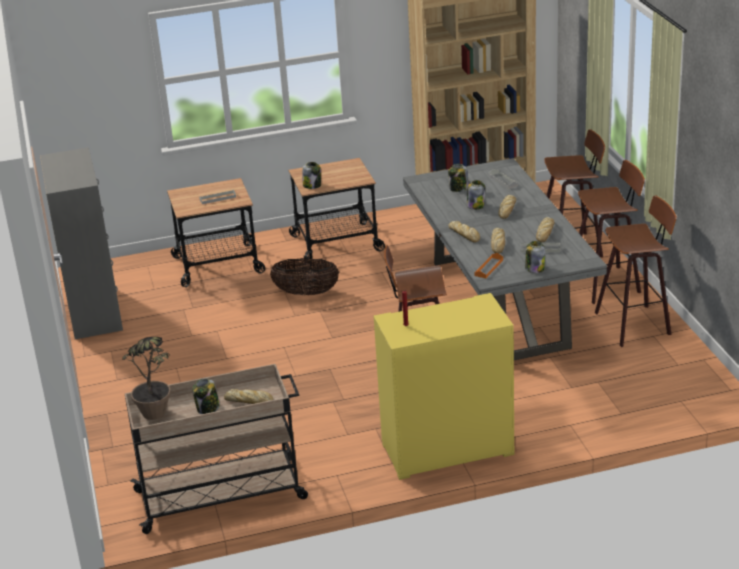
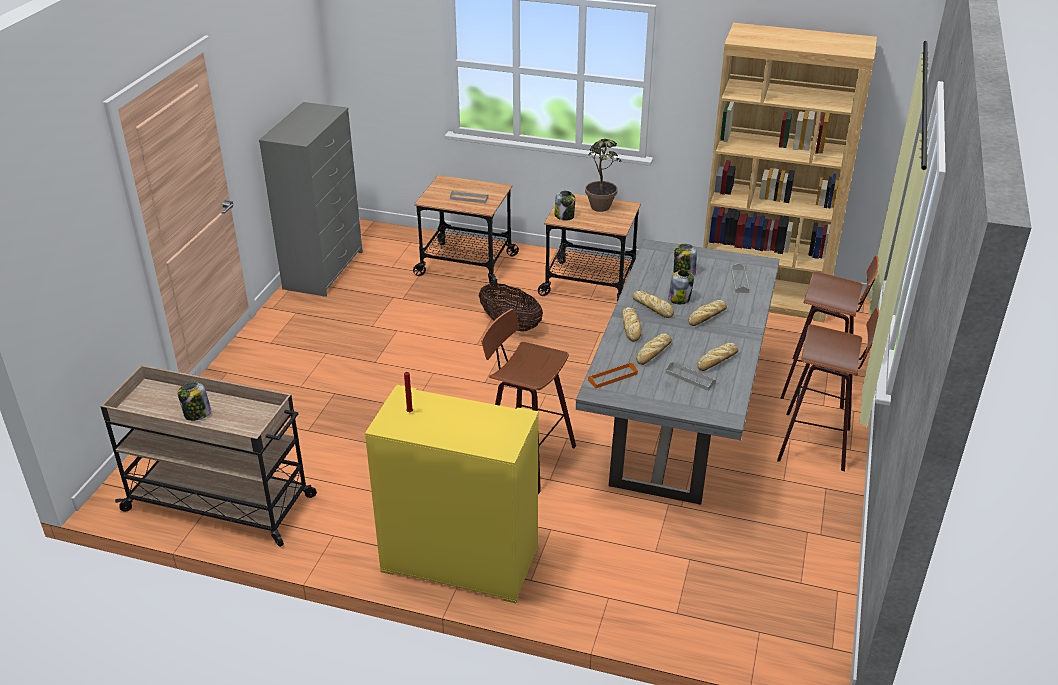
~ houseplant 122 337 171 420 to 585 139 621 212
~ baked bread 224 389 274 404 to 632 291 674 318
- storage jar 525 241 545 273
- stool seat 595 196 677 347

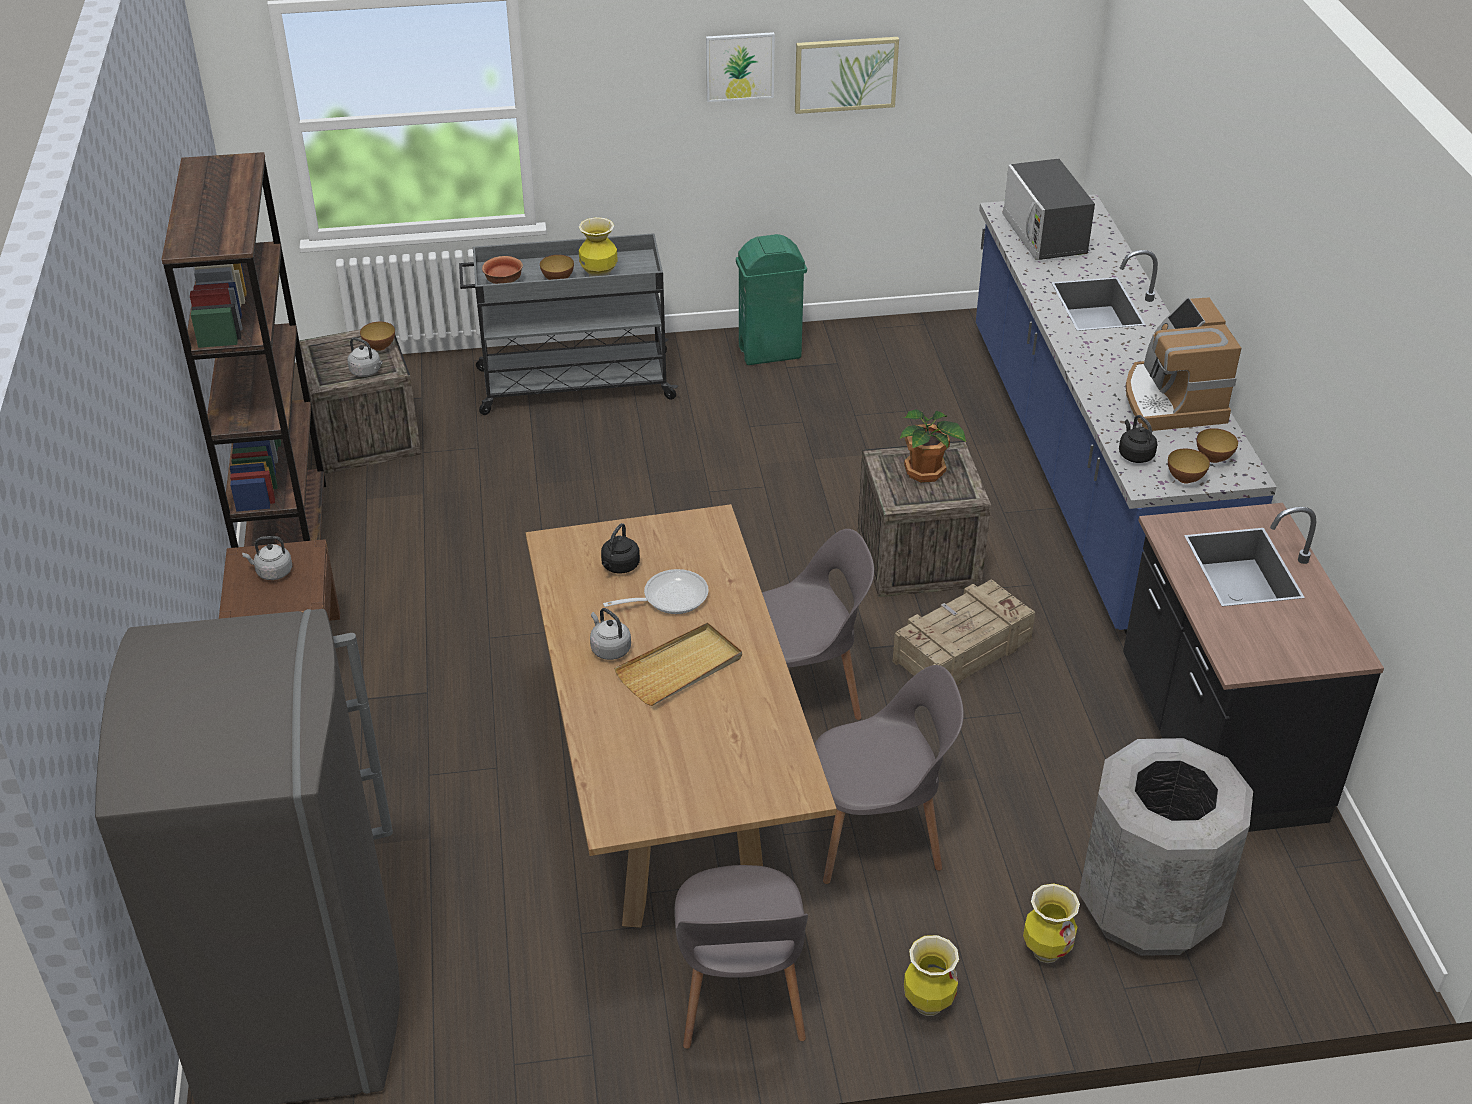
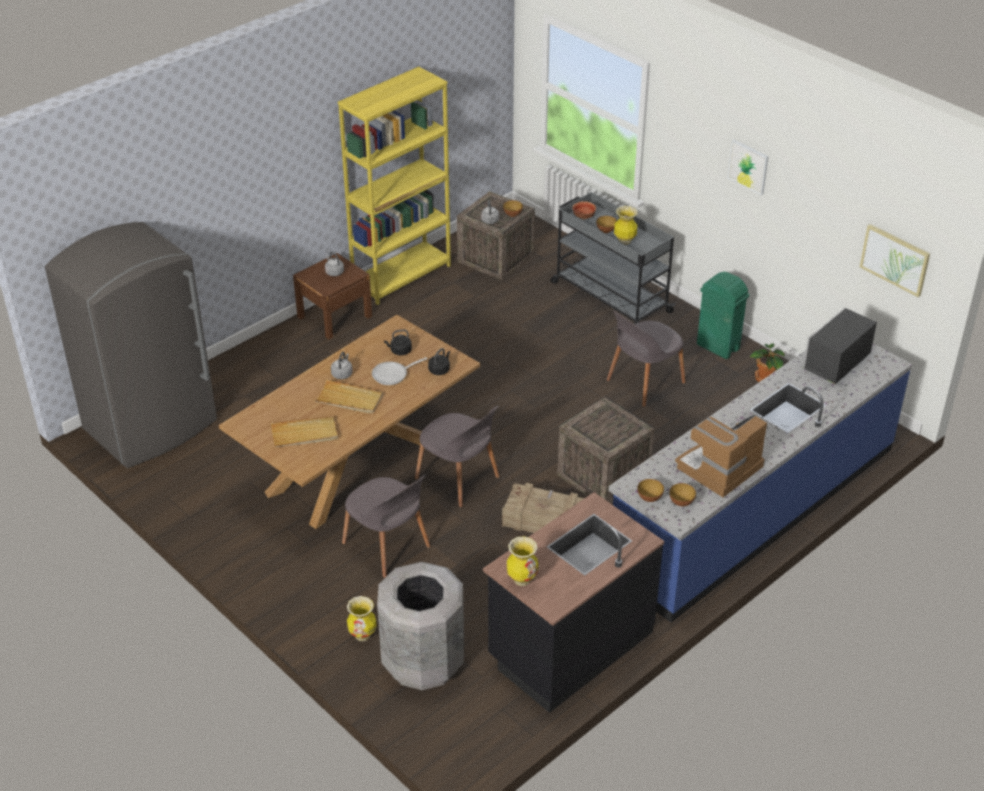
+ tray/sand-coloured 271 416 338 447
~ bookcase/brown-coloured 161 152 326 548 to bookcase/yellow 338 67 451 305
~ skillet 603 569 709 614 = 372 357 427 385 120 degrees clockwise
~ tea kettle/blackish 1119 415 1157 463 to 428 348 450 375
~ vase 904 935 959 1016 to 507 536 538 586
~ plain chair/grey 674 865 808 1049 to 607 310 686 407
~ houseplant 900 409 966 483 to 750 343 785 382
~ wall art 795 37 899 114 to 860 224 930 297

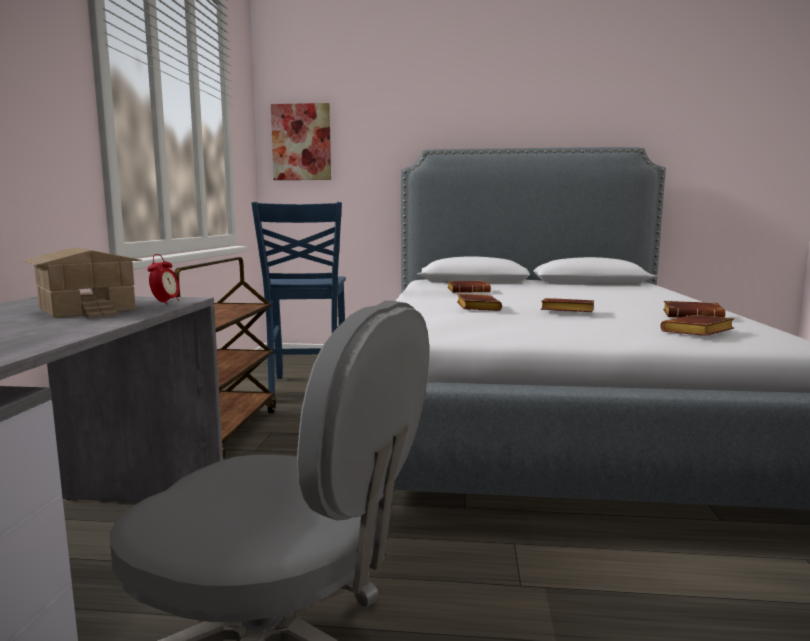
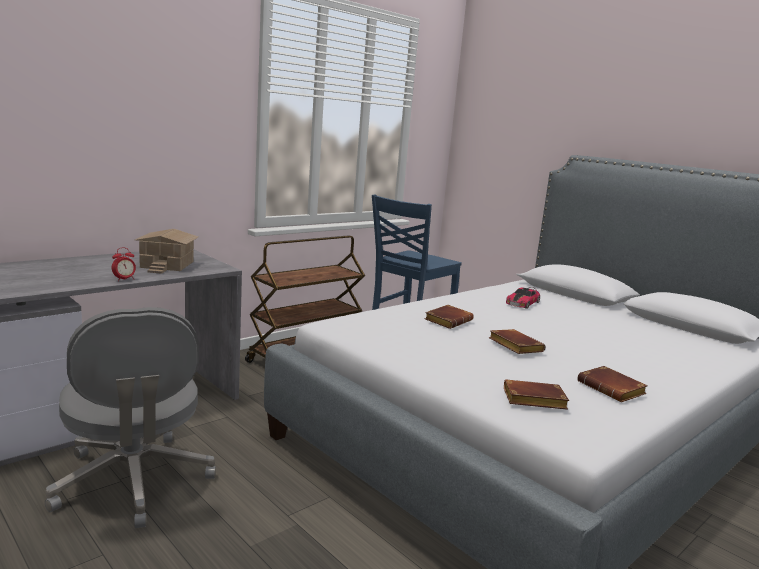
~ alarm clock 148 254 179 304 to 112 248 136 281
~ volume/brown-coloured 447 281 491 293 to miniature car 506 287 540 309
- wall art 271 103 331 180

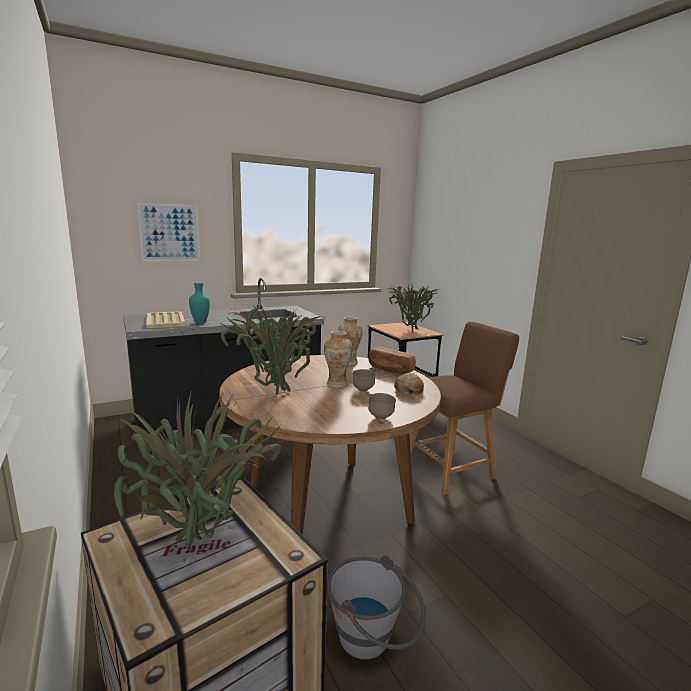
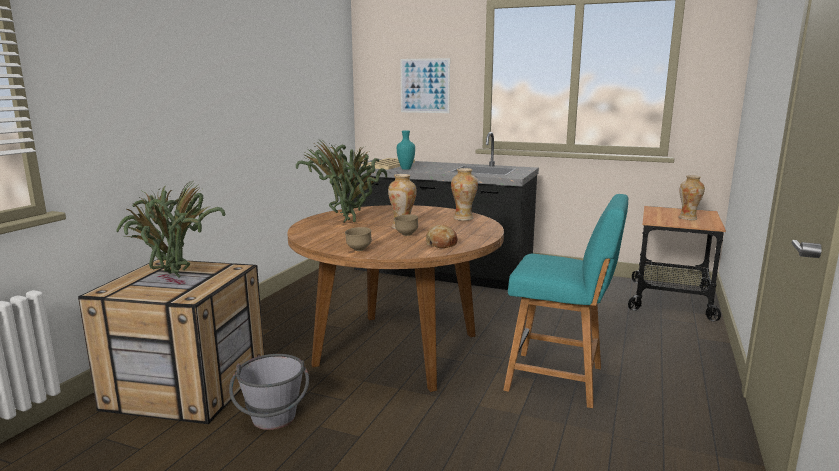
~ plain chair/brown-coloured 410 322 519 495 to plain chair/turquoise-coloured 503 194 628 408
~ houseplant 387 284 440 331 to vase 679 175 705 220
- baked bread 368 347 416 374

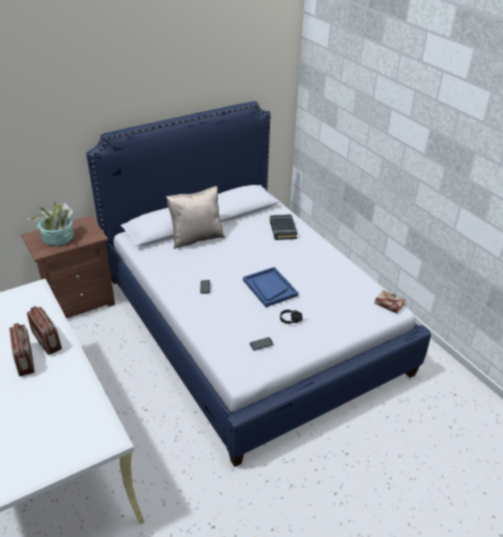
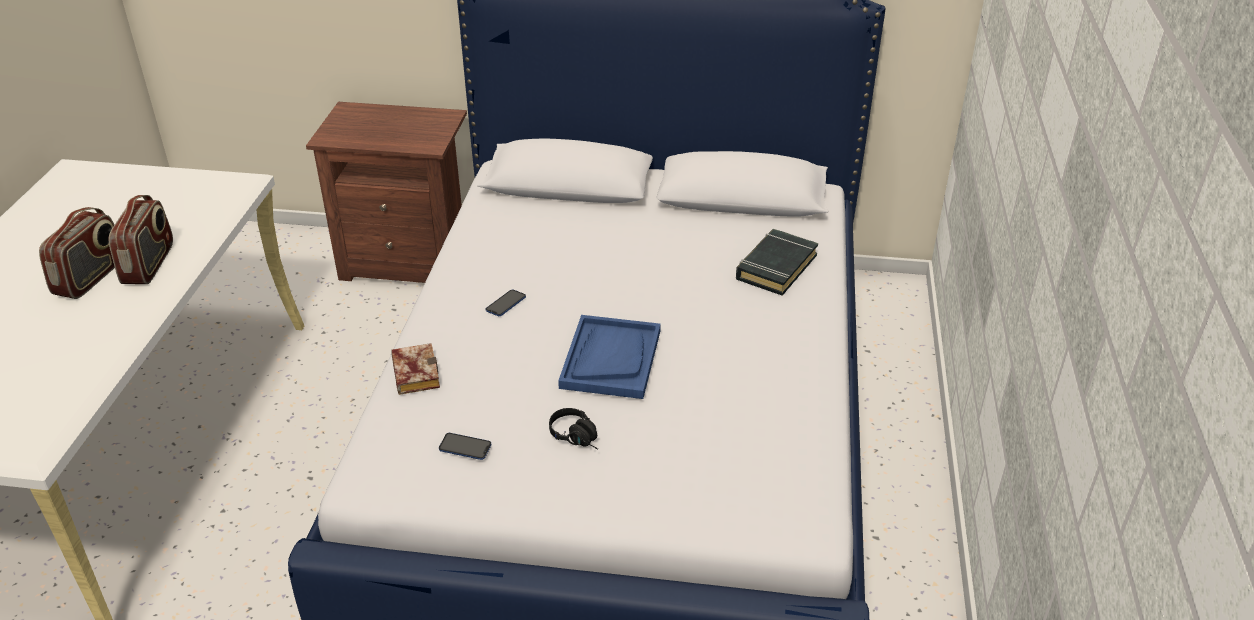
~ volume 374 290 405 313 to 391 343 440 395
- houseplant 27 201 74 246
- pillow/sand-coloured 166 186 225 249

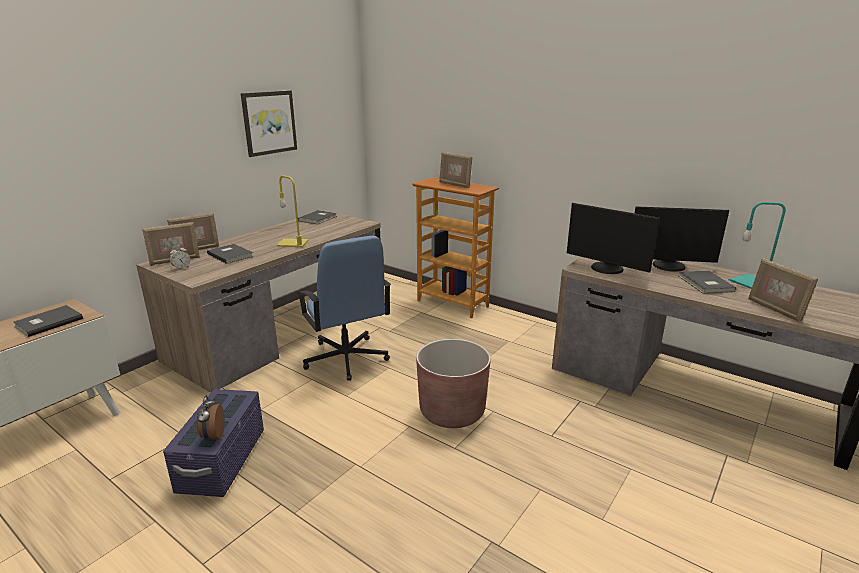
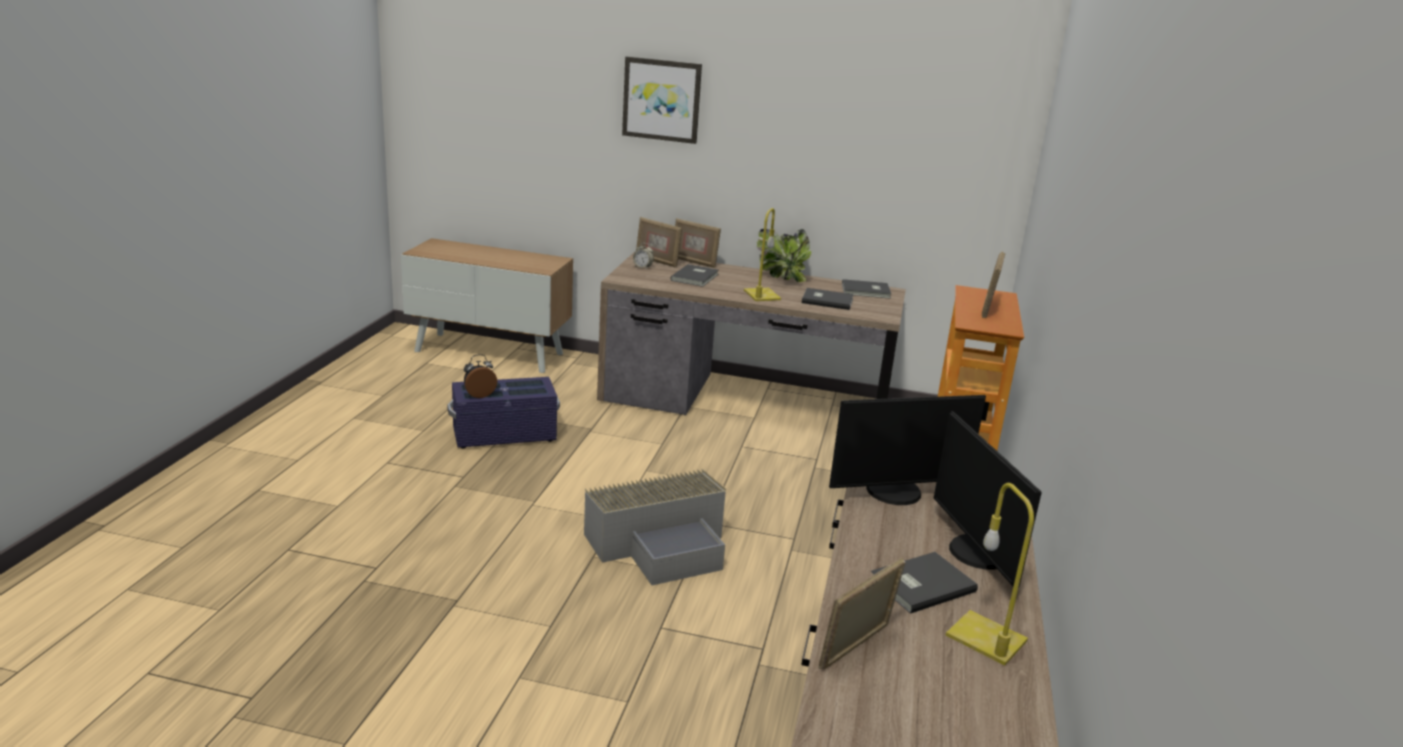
~ planter/brown-coloured 416 339 491 428 to storage bin/grey 584 469 726 585
~ wall art 241 90 297 157 to 622 57 702 144
+ houseplant 757 228 812 282
~ volume/grey 13 305 83 337 to 802 288 854 310
~ computer display 567 203 660 274 = 829 395 986 505 120 degrees counterclockwise
~ lamp for a table/turquoise-coloured 729 202 786 289 to lamp for a table/yellow 945 483 1034 665
- desk chair/blue-coloured 297 236 391 381

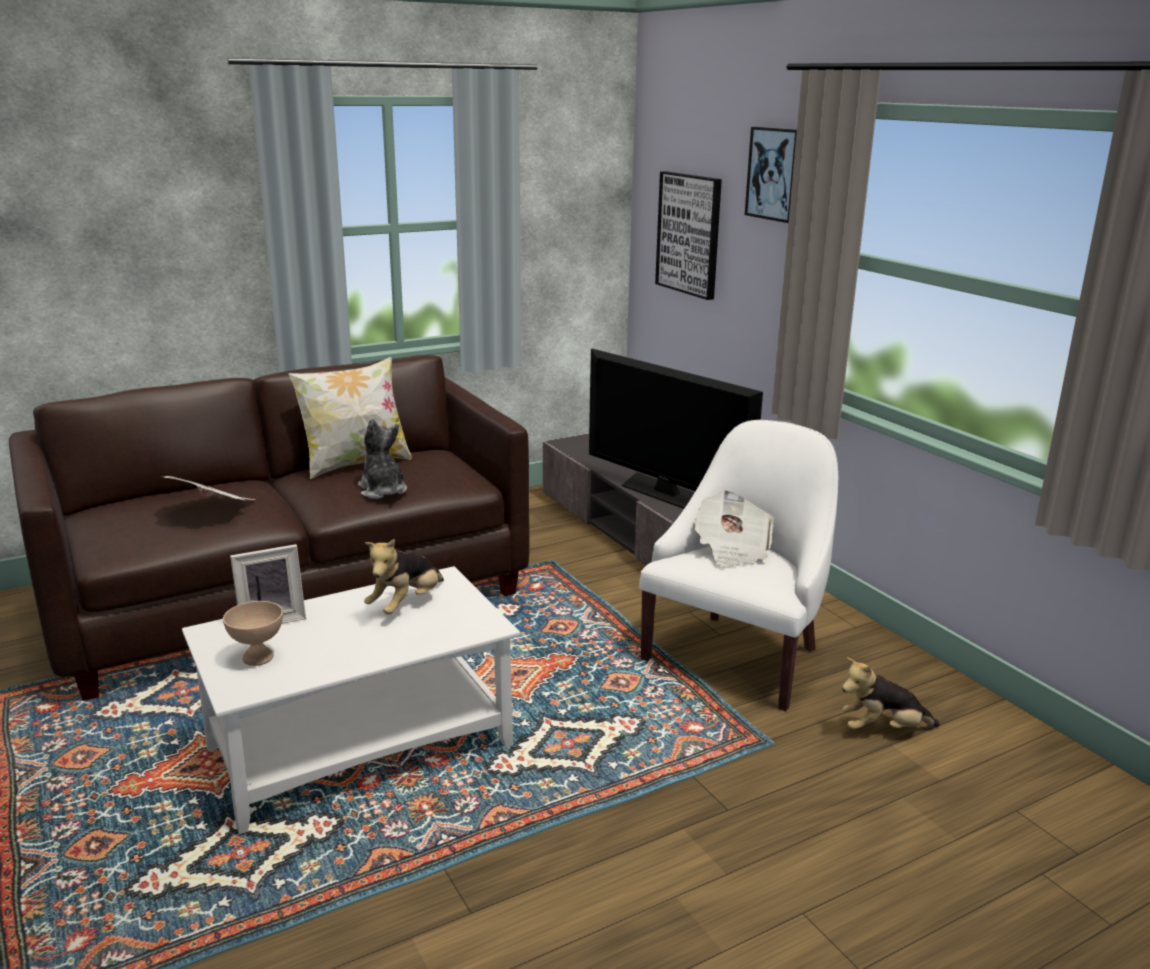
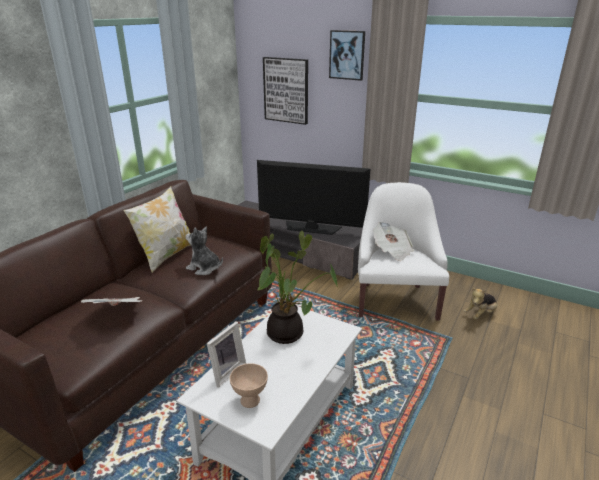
~ soft toy 364 539 444 614 to houseplant 257 231 338 344

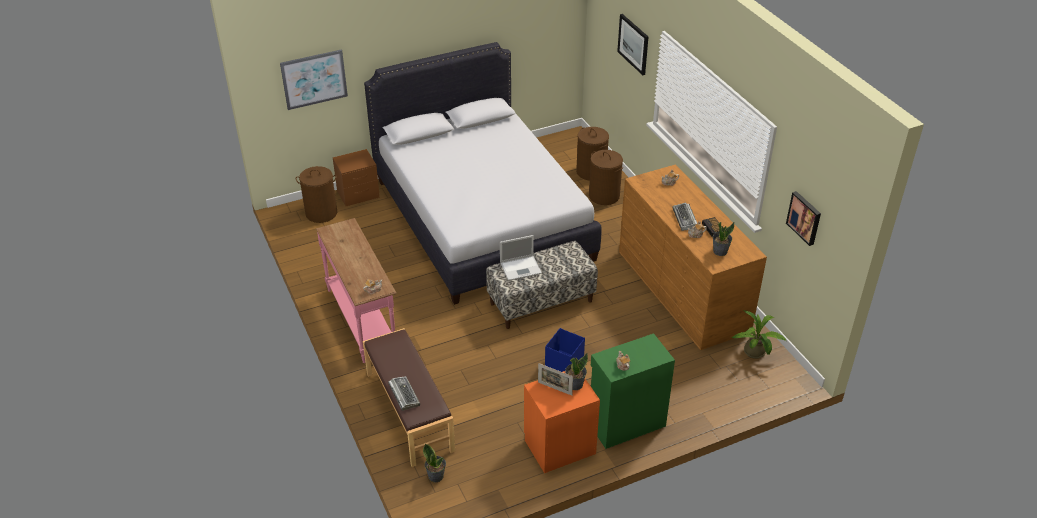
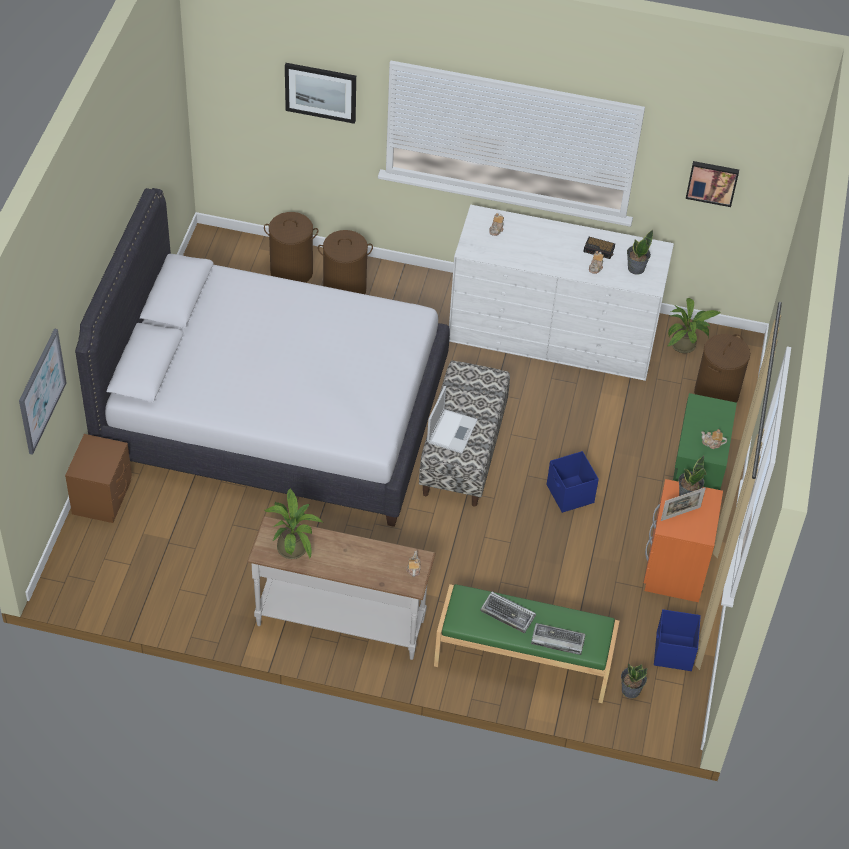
~ narrow table/pink 316 218 397 363 to narrow table/white-coloured 247 516 436 660
+ houseplant 264 488 323 559
~ indoor bench/brown-coloured 363 328 455 467 to indoor bench/greenish 434 584 619 703
~ chest of drawers/brown-coloured 619 165 767 350 to chest of drawers/white-coloured 449 205 674 381
~ computer keyboard 672 203 697 231 to 480 591 536 633
+ storage bin/blue-coloured 654 609 701 671
~ washing basket/brown-coloured 296 166 337 223 to 694 334 750 403

